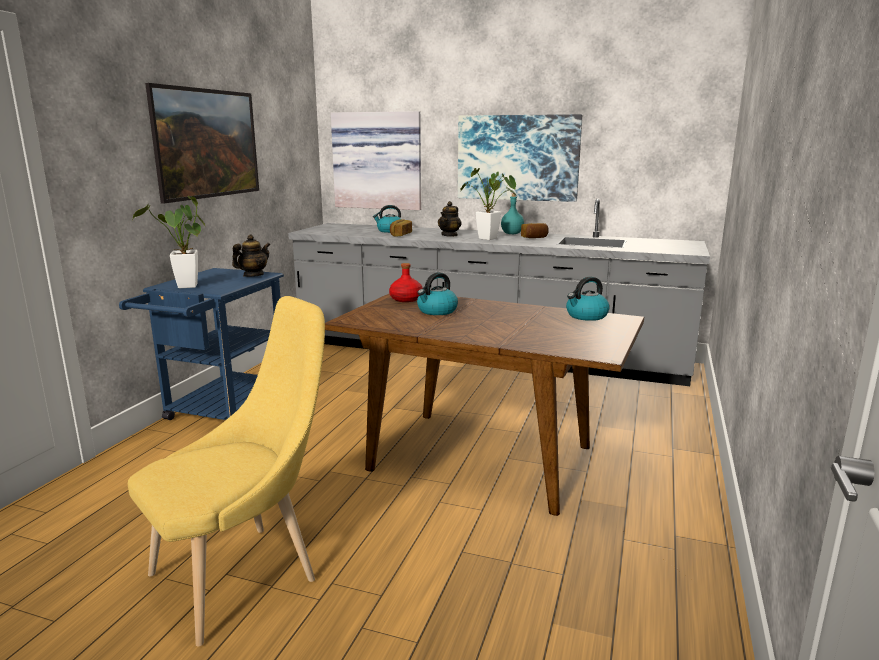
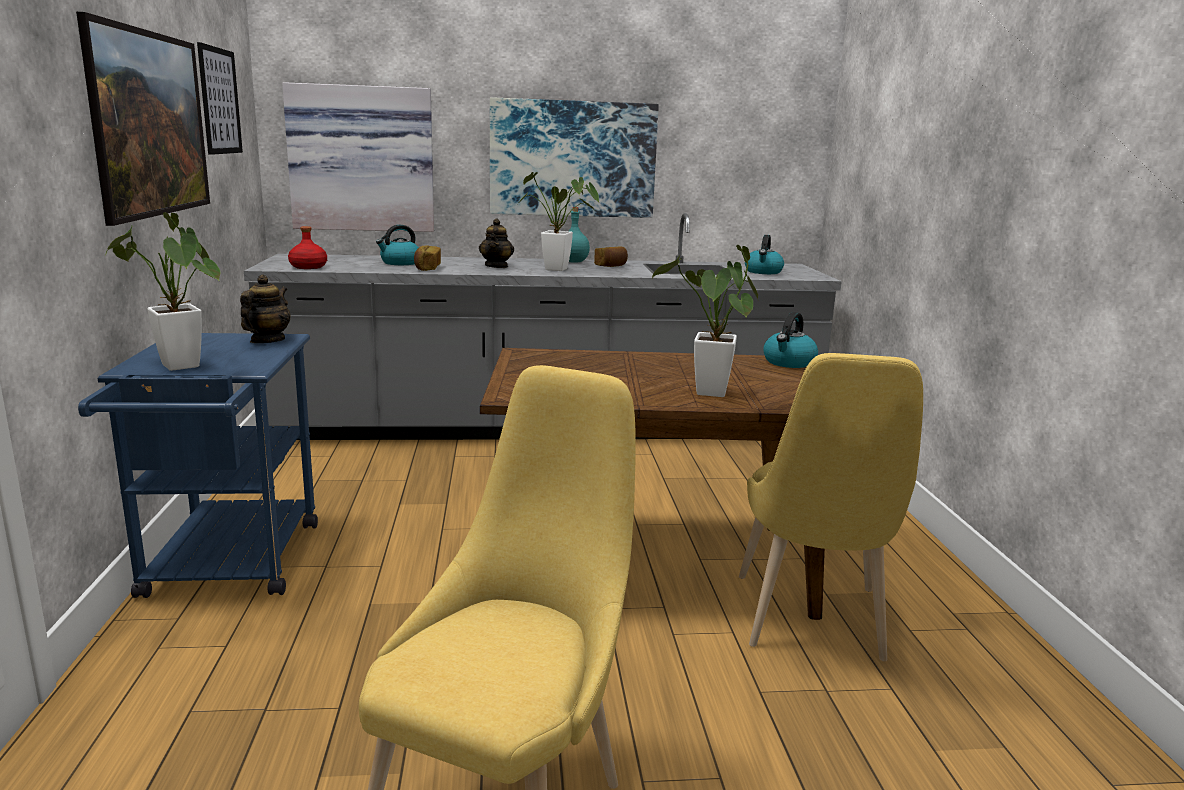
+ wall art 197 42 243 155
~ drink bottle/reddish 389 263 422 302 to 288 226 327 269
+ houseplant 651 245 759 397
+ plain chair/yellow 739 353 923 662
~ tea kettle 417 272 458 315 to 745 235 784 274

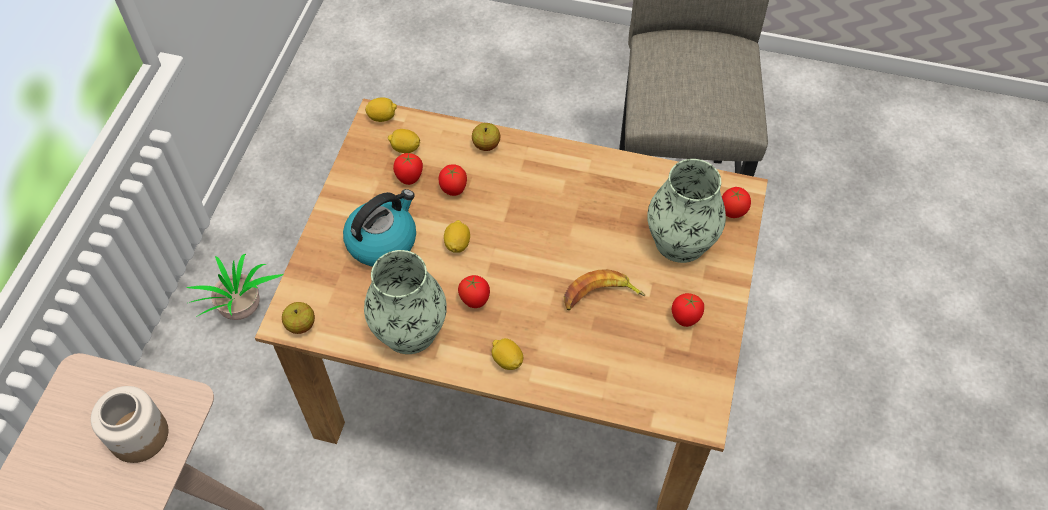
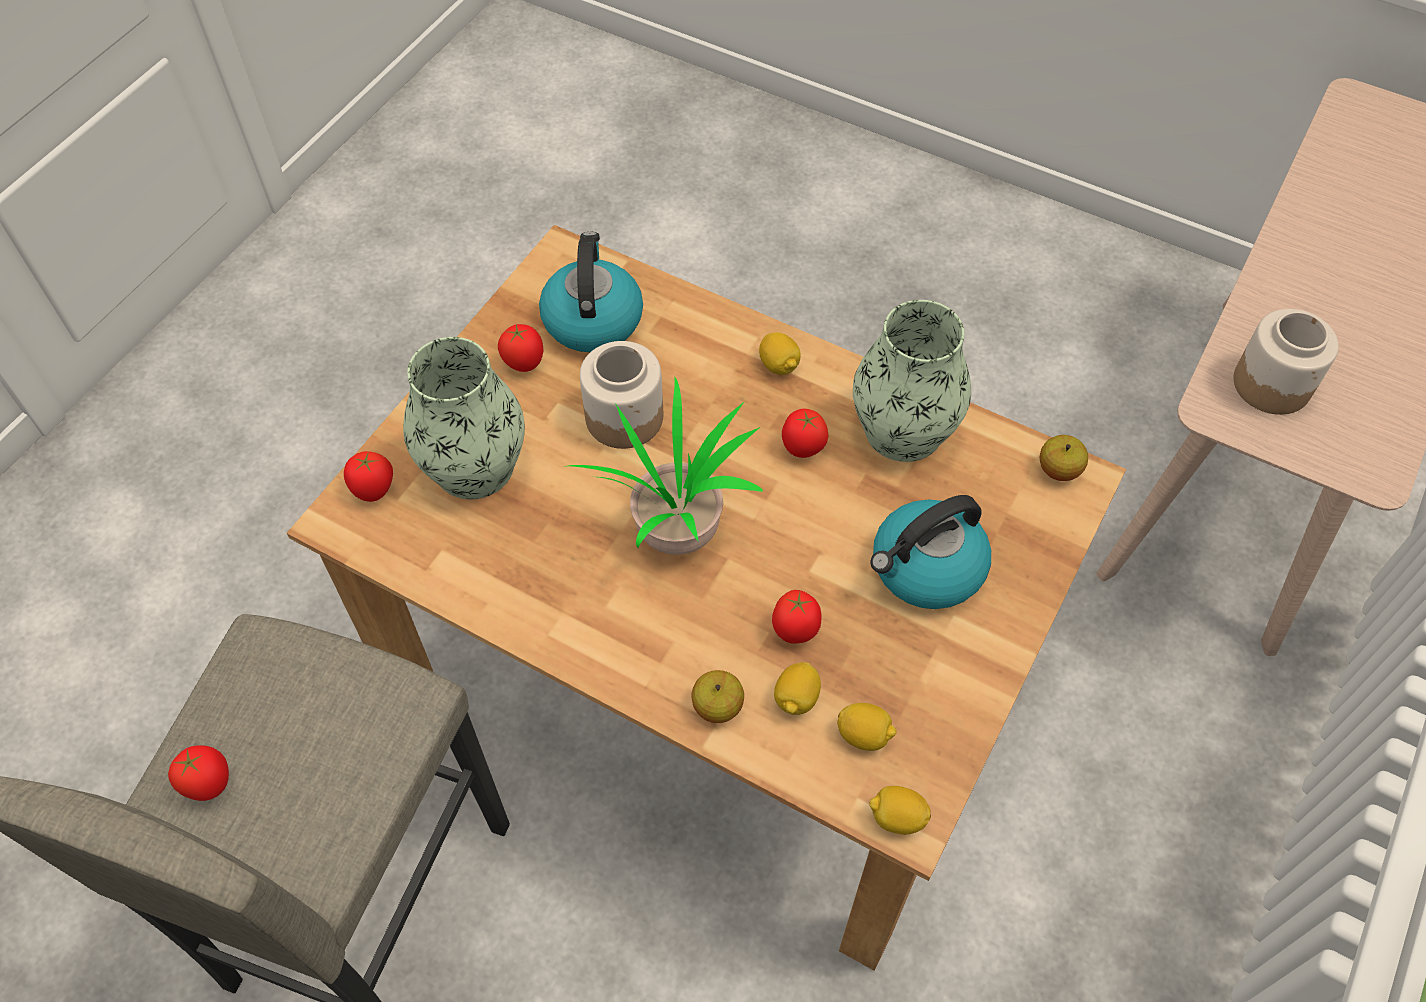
~ tomato 393 153 423 185 to 168 745 229 801
+ tea kettle 539 232 643 352
~ houseplant 186 254 283 320 to 568 377 763 555
~ banana 564 269 645 310 to storage jar 580 341 663 449
~ whole lemon 444 220 470 253 to 774 662 821 715

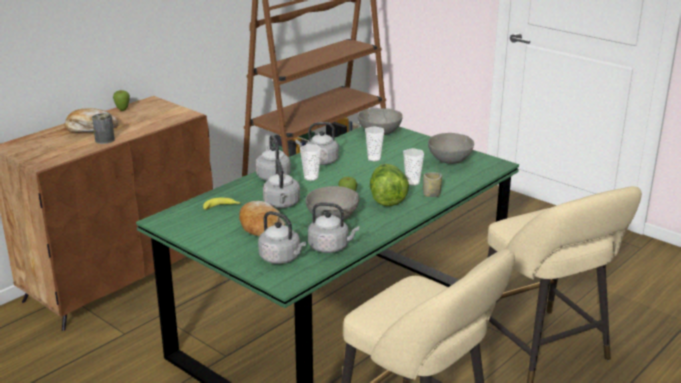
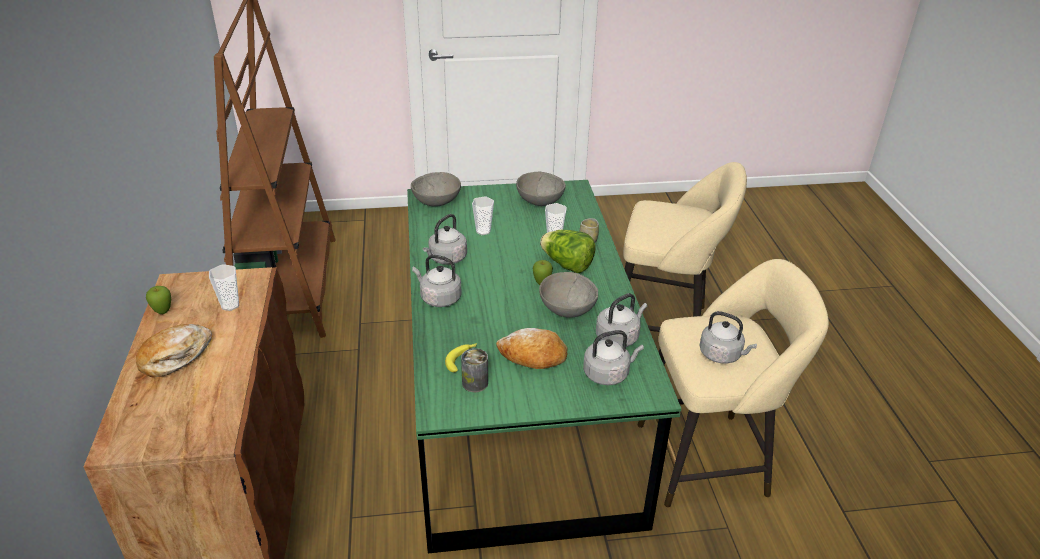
~ cup 300 144 322 181 to 209 264 239 311
~ sealed can 92 113 115 144 to 461 348 488 392
~ tea kettle/grey 263 159 300 208 to 699 311 757 363

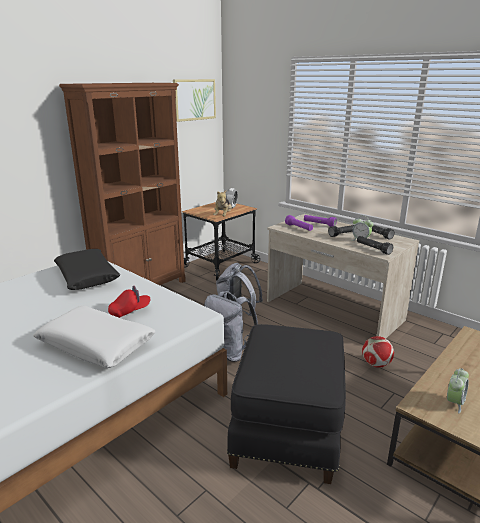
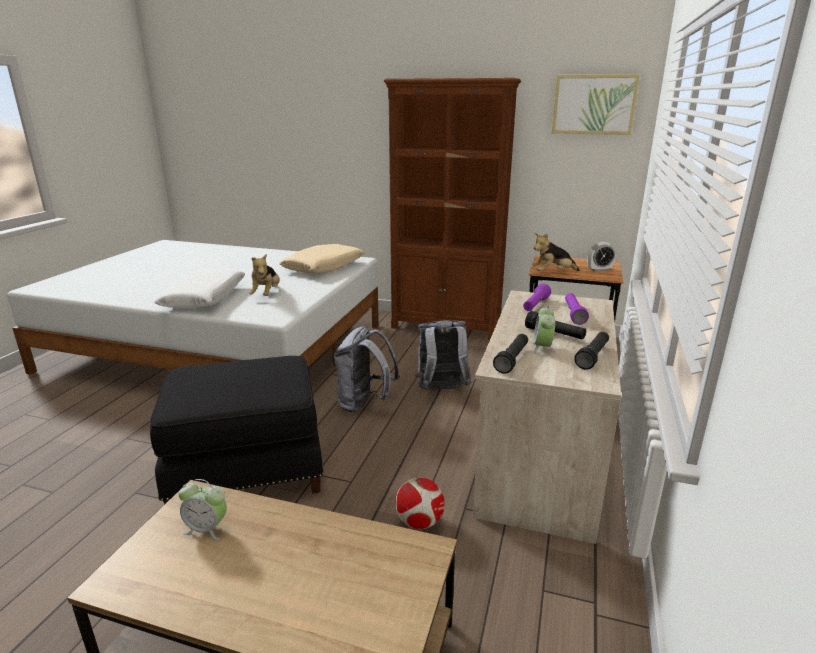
~ baseball cap/reddish 108 286 151 318 to soft toy 249 254 280 296
~ pillow/blackish 54 249 120 290 to pillow/sand-coloured 279 244 365 273

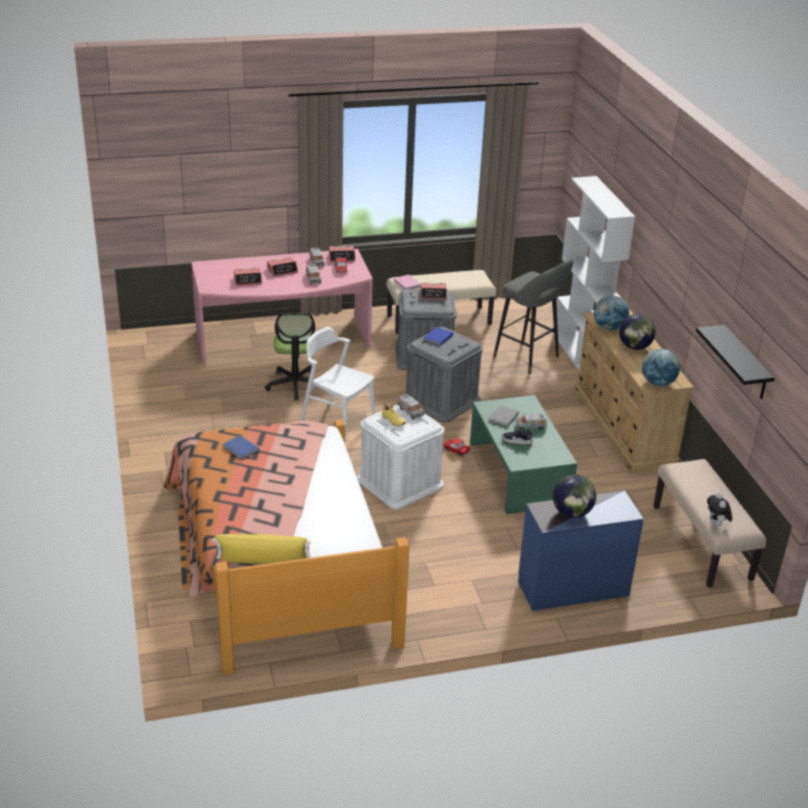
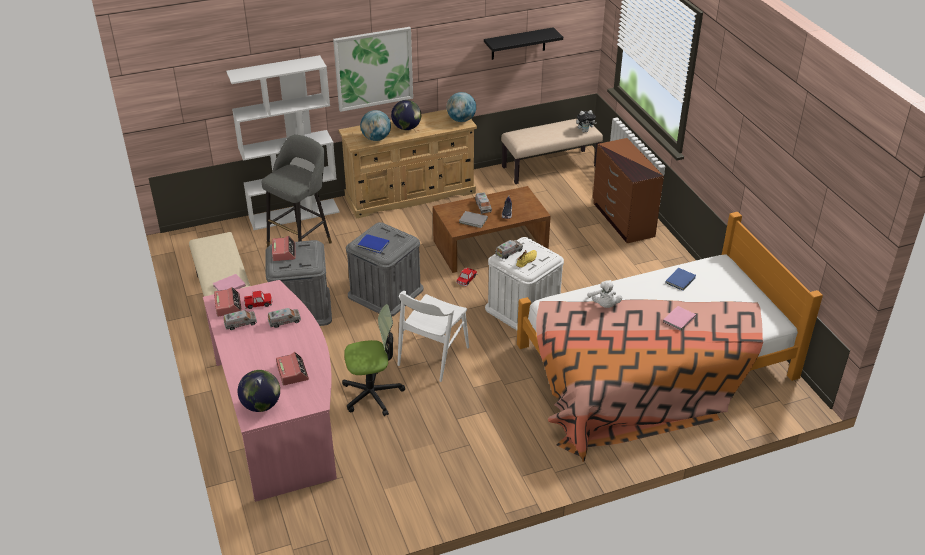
~ globe 552 474 596 518 to 238 370 280 412
+ wall art 333 27 413 112
~ lounge table/greenish 470 395 577 514 to lounge table/brown-coloured 433 186 551 273
+ soft toy/white-coloured 587 280 622 308
~ chest of drawers/blue-coloured 518 491 644 611 to chest of drawers/brown-coloured 593 138 664 243
+ volume/pink 663 306 696 331
~ volume/blue-coloured 223 435 259 460 to 665 268 696 291
- pillow/yellow 212 534 310 564
- alarm clock 267 257 298 277

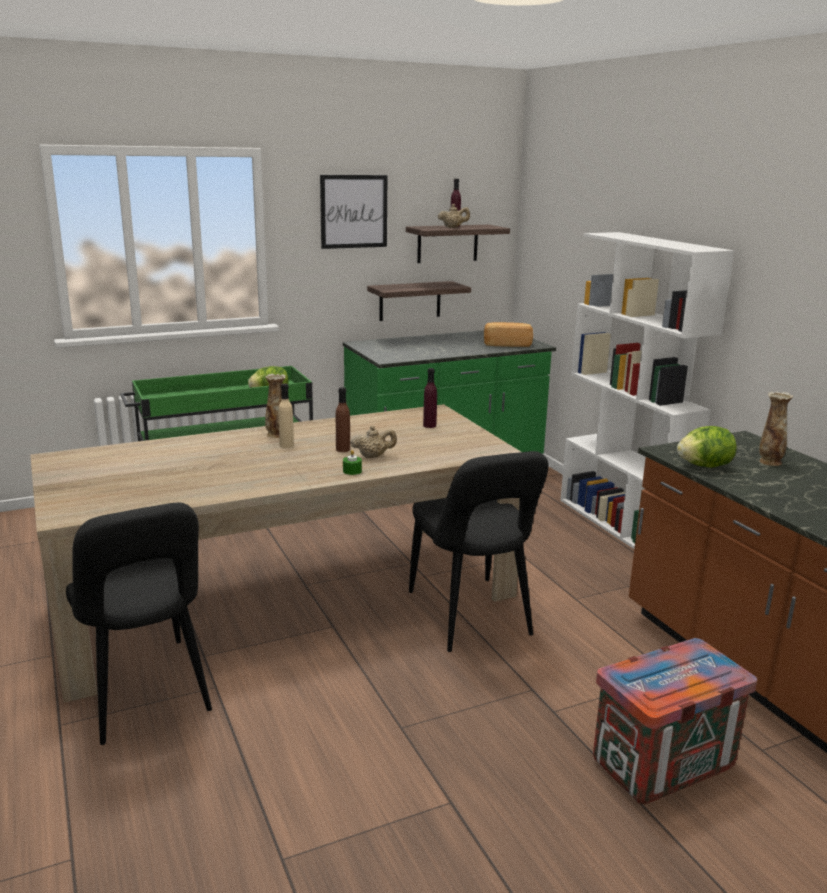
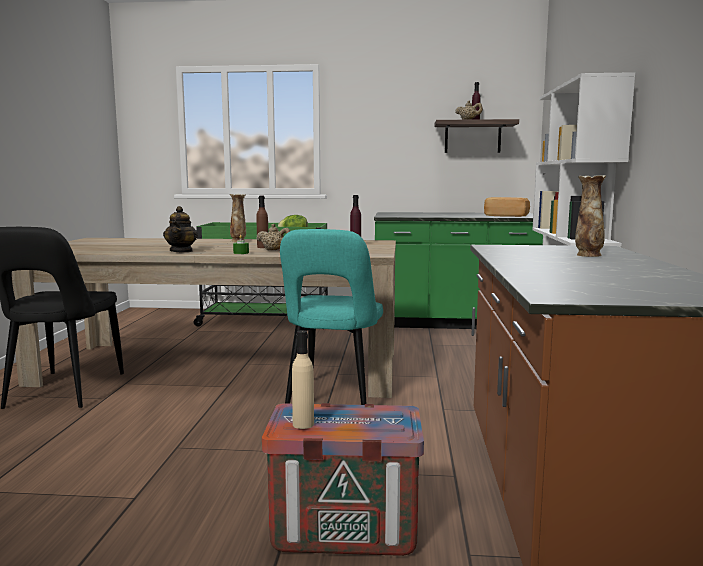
+ teapot 163 206 198 253
~ plain chair/blackish 409 451 549 652 to plain chair/turquoise-coloured 280 229 383 405
~ drink bottle/sand-coloured 278 384 294 448 to 292 330 314 429
- wall art 320 175 388 249
- wall shelf 367 281 471 321
- lettuce 677 426 737 468

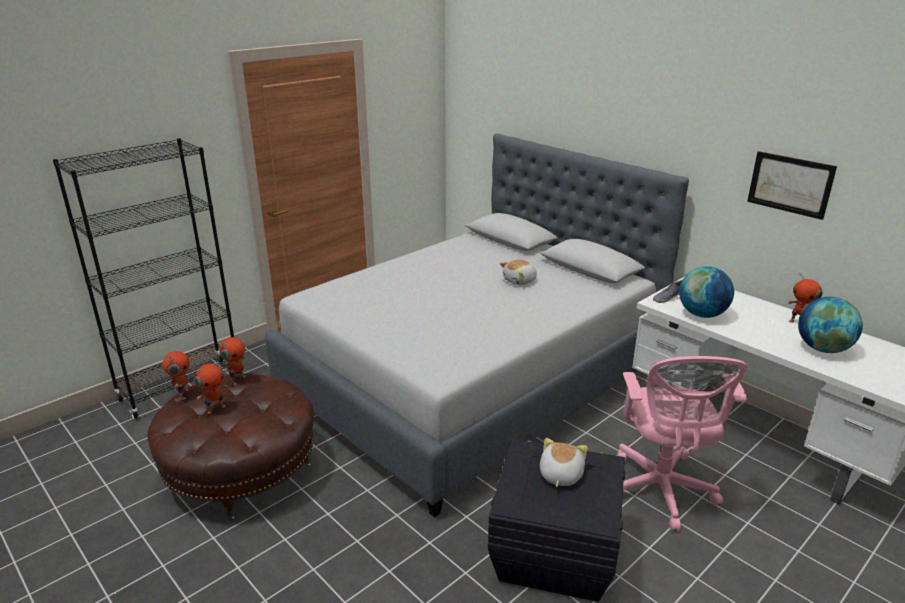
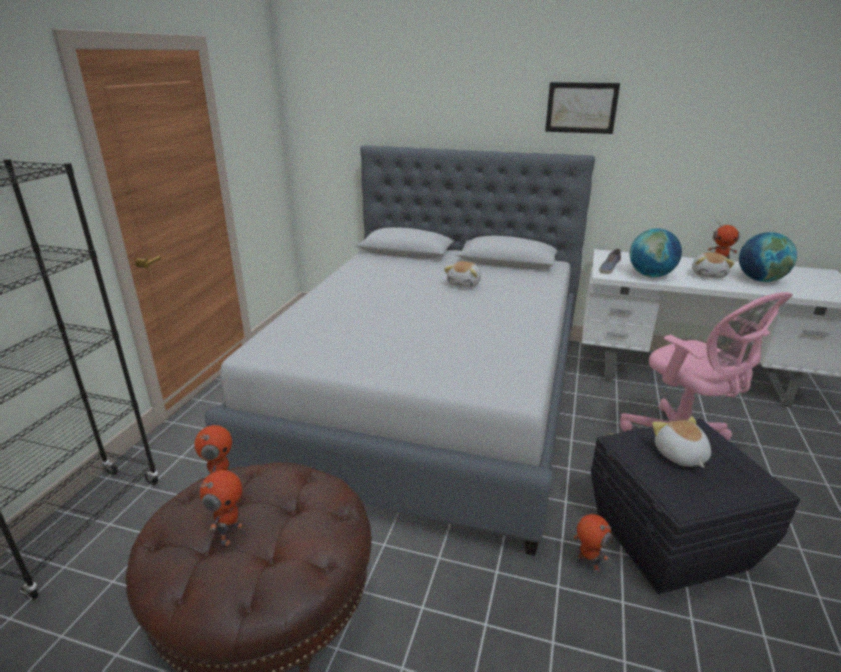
~ wall art 747 151 837 220 to 545 82 620 134
~ toy robot 162 351 190 400 to 573 514 612 574
+ soft toy 692 252 734 278

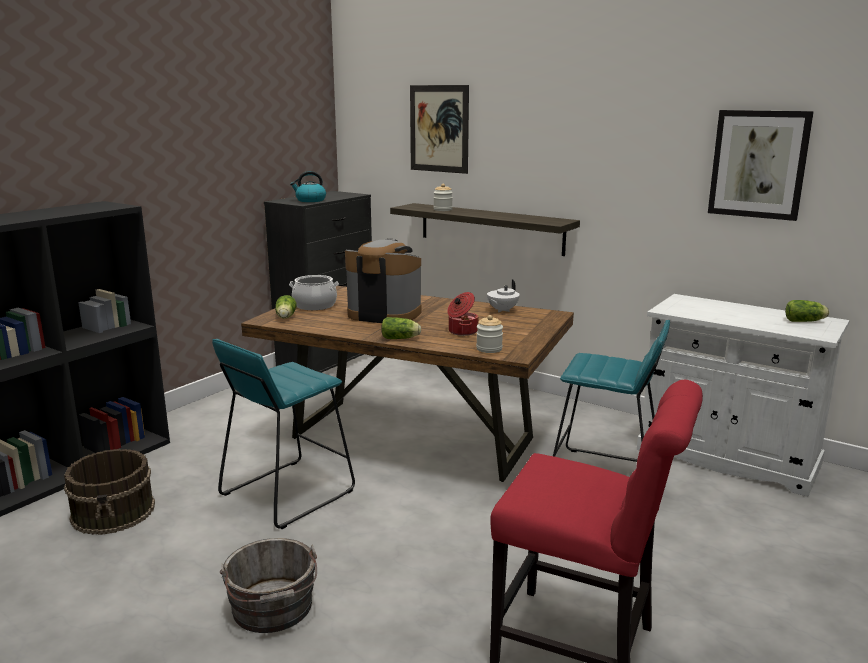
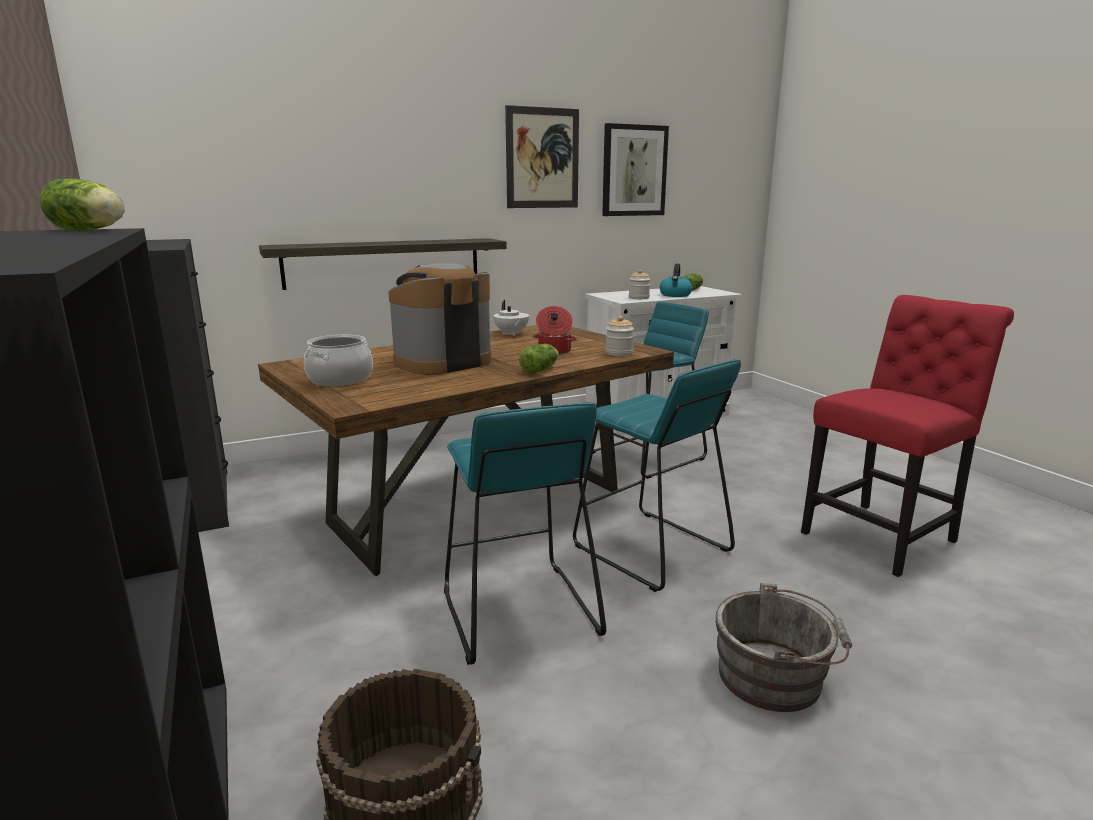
~ lettuce 275 295 297 319 to 40 179 124 231
~ wall art 410 85 469 174 to 505 105 579 208
+ stool seat/turquoise-coloured 573 359 741 592
~ storage jar 433 184 453 211 to 629 270 650 299
~ tea kettle 290 171 326 202 to 660 264 693 297

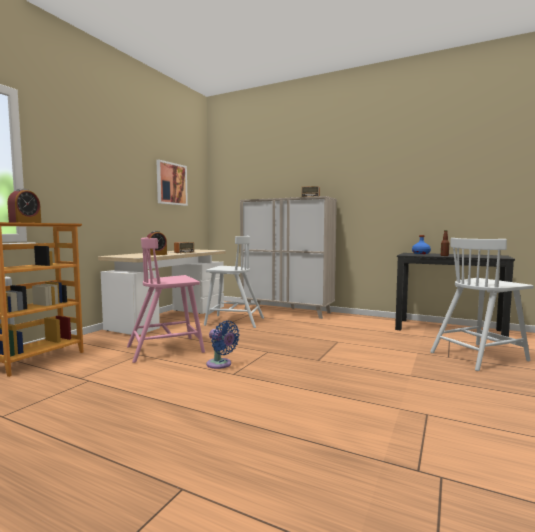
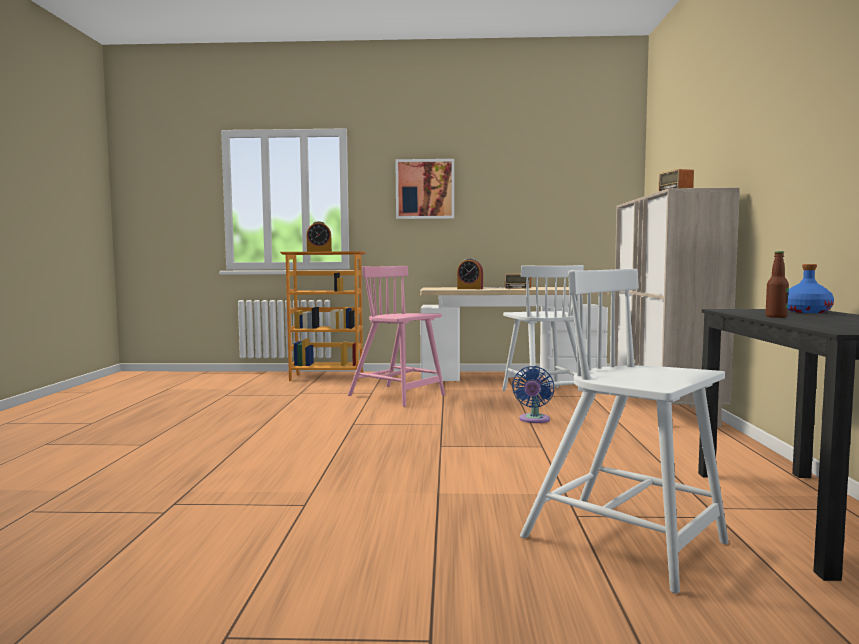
~ wall art 156 160 188 206 to 395 159 454 219
~ fan/blue-coloured 206 320 240 369 to 512 366 554 423

